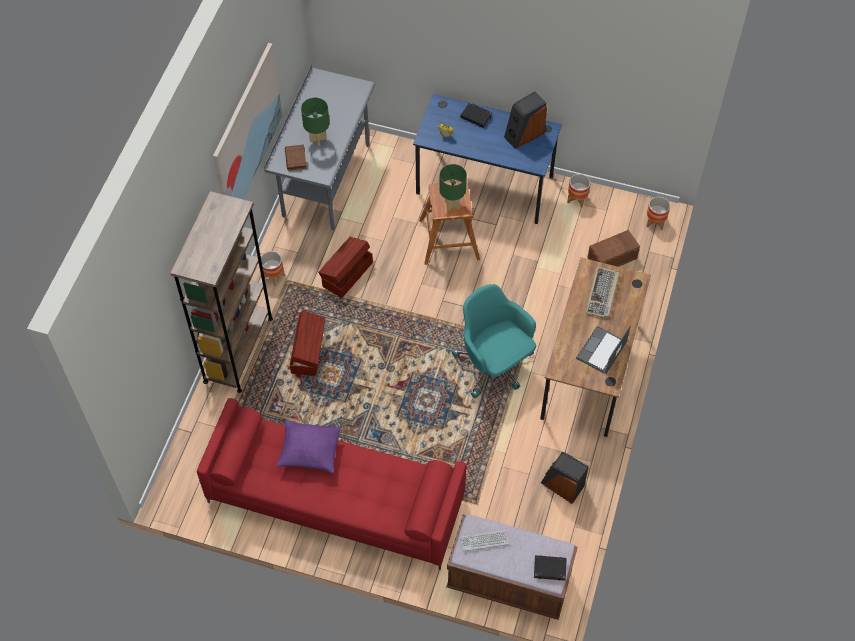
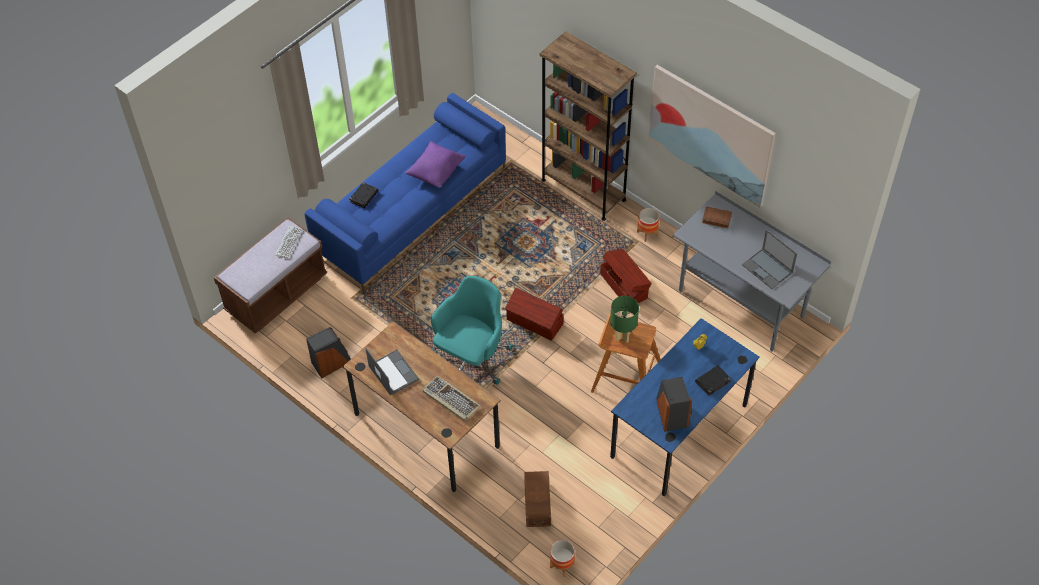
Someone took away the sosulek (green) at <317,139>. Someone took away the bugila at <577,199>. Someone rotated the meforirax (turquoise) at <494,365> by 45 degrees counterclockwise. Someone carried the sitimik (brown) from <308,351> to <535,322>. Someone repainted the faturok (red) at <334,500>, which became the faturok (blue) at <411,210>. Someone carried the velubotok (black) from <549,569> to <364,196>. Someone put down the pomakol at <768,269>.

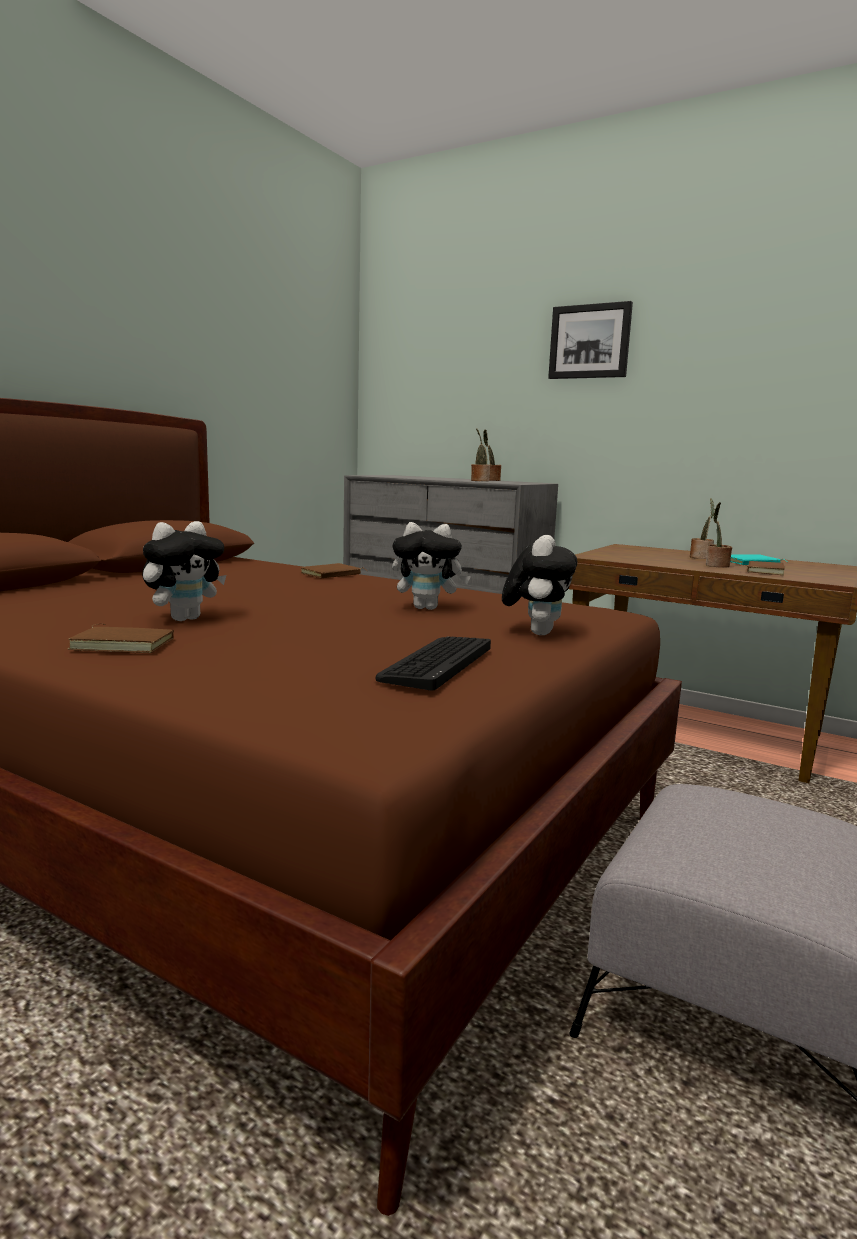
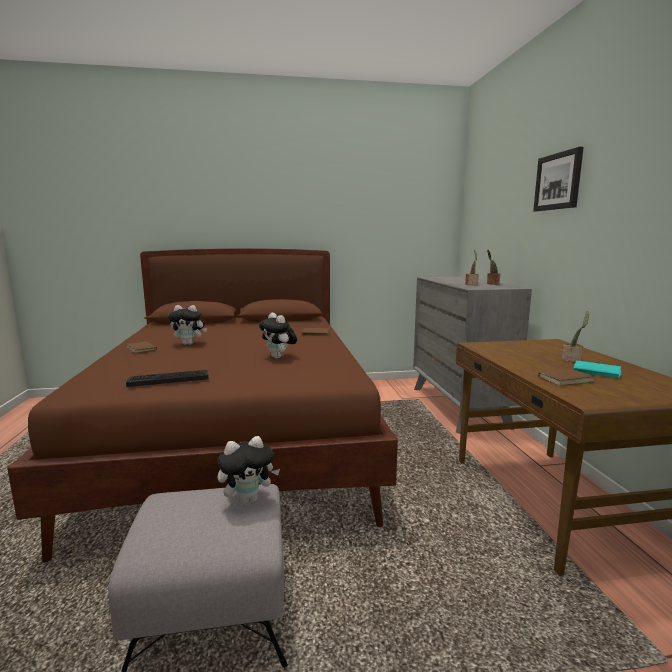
Someone took away the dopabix at <716,566>. Someone carried the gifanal from <536,632> to <248,500>.

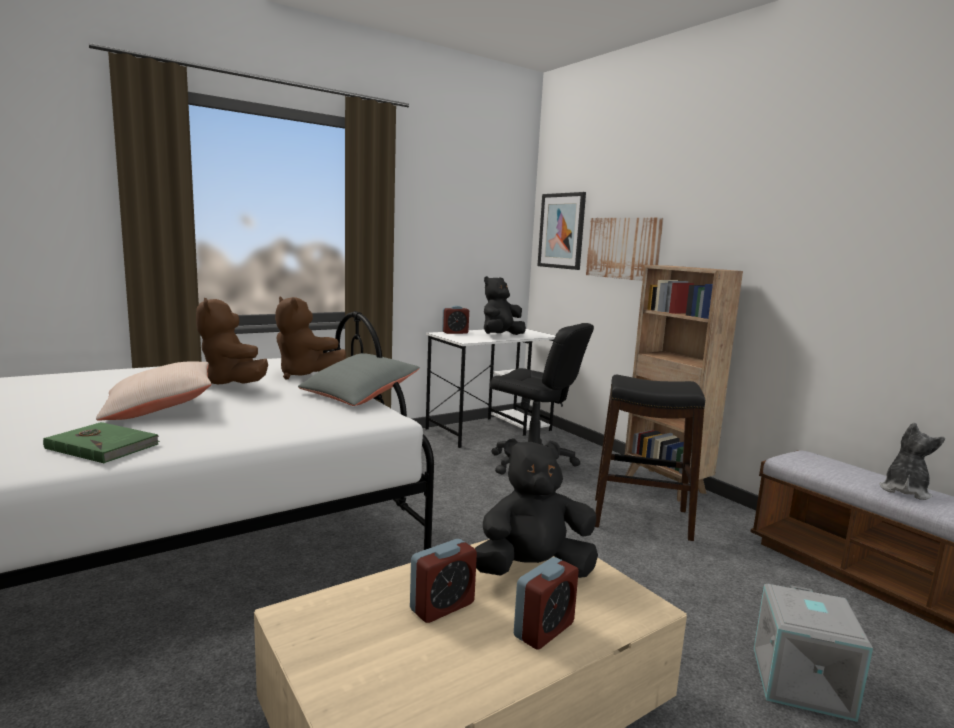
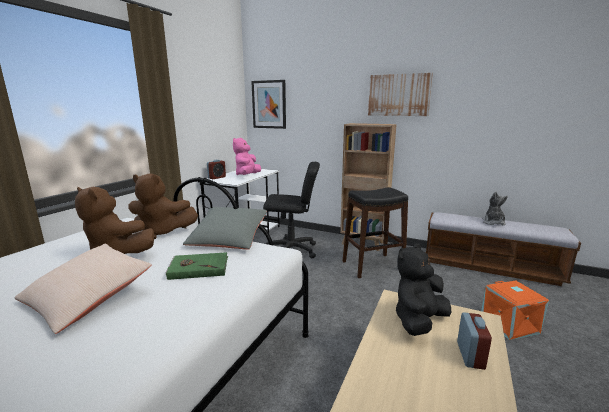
Someone carried the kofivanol from <623,248> to <399,95>. Someone repainted the gifanal (black) at <500,336>, which became the gifanal (pink) at <247,175>. Someone carried the velubotok (green) from <103,446> to <198,268>. Someone took away the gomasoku at <442,606>. Someone repainted the sitimik (grey) at <803,683>, which became the sitimik (orange) at <510,325>.

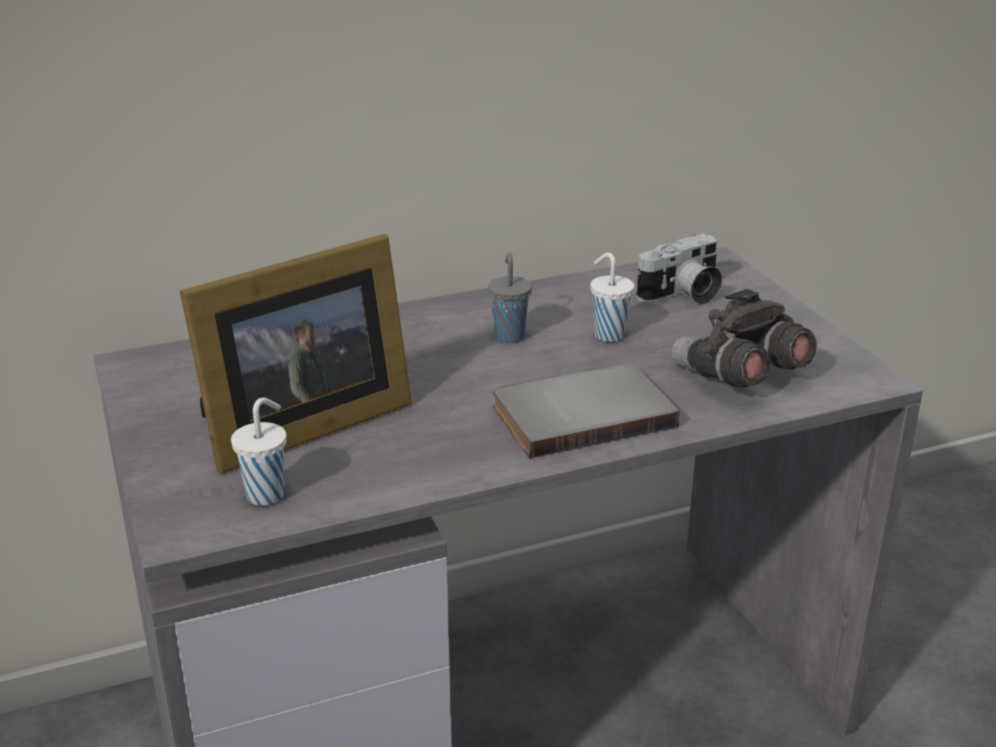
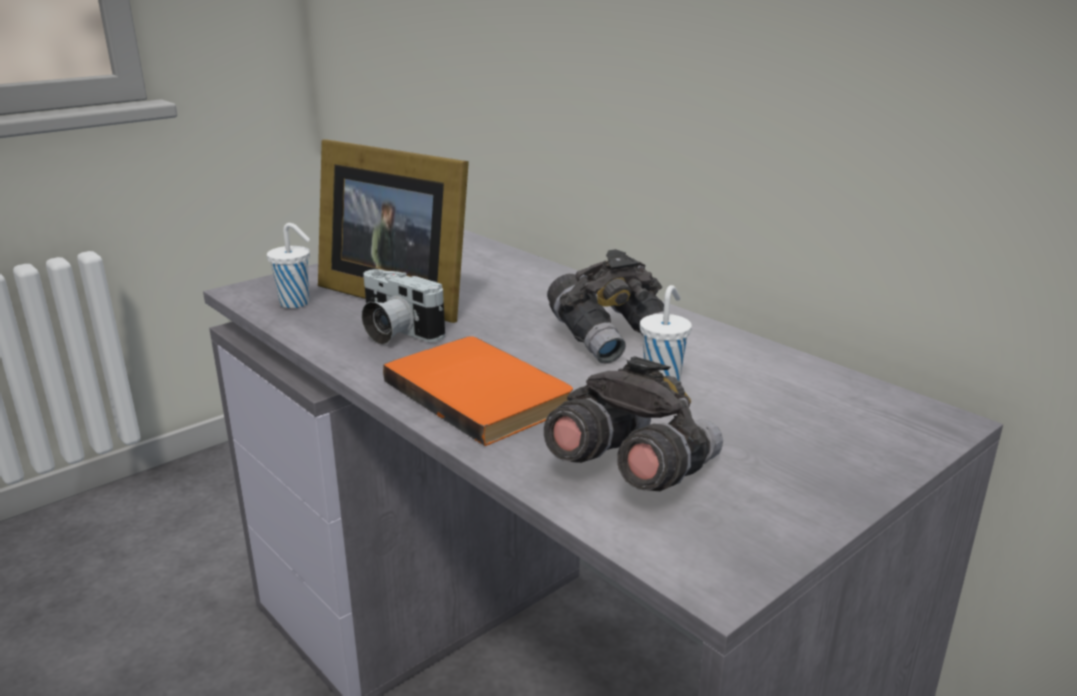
Someone carried the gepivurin from <682,295> to <395,332>. Someone swapped the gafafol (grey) at <509,335> for the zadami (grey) at <613,339>. Someone repainted the velubotok (grey) at <580,413>, which became the velubotok (orange) at <482,392>.

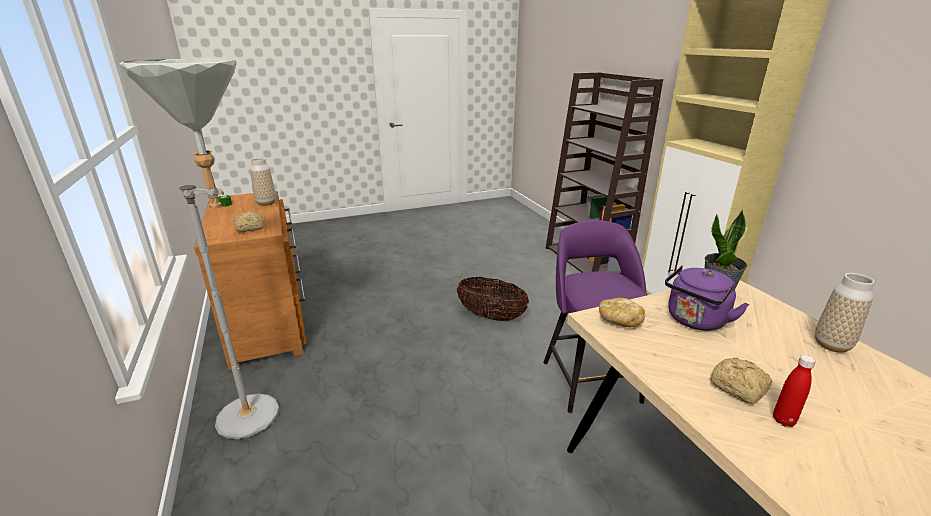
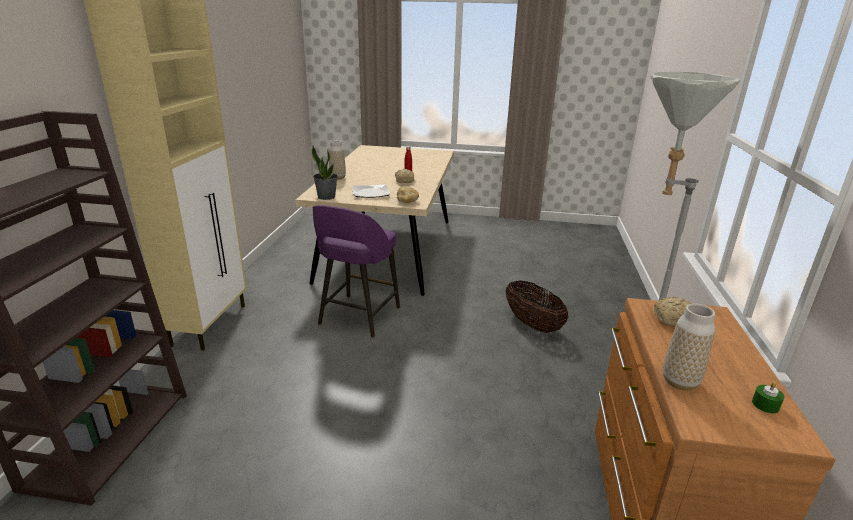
Someone swapped the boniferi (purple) at <695,321> for the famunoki at <371,193>. Someone carried the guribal from <491,316> to <532,324>.

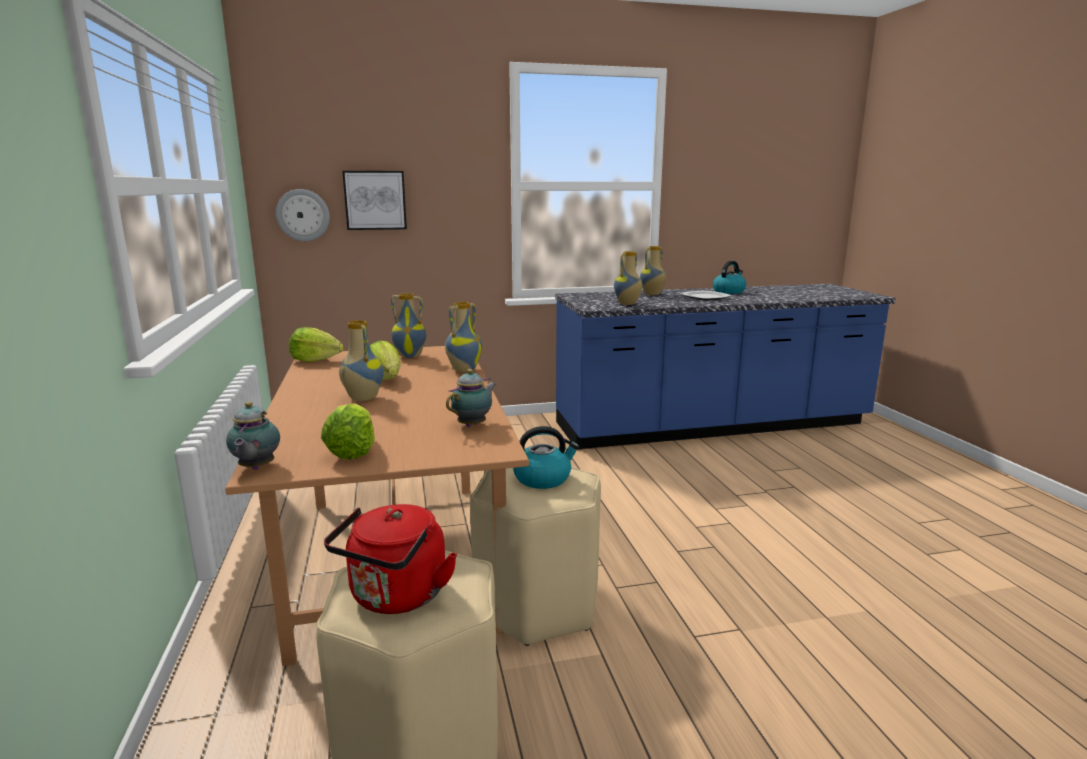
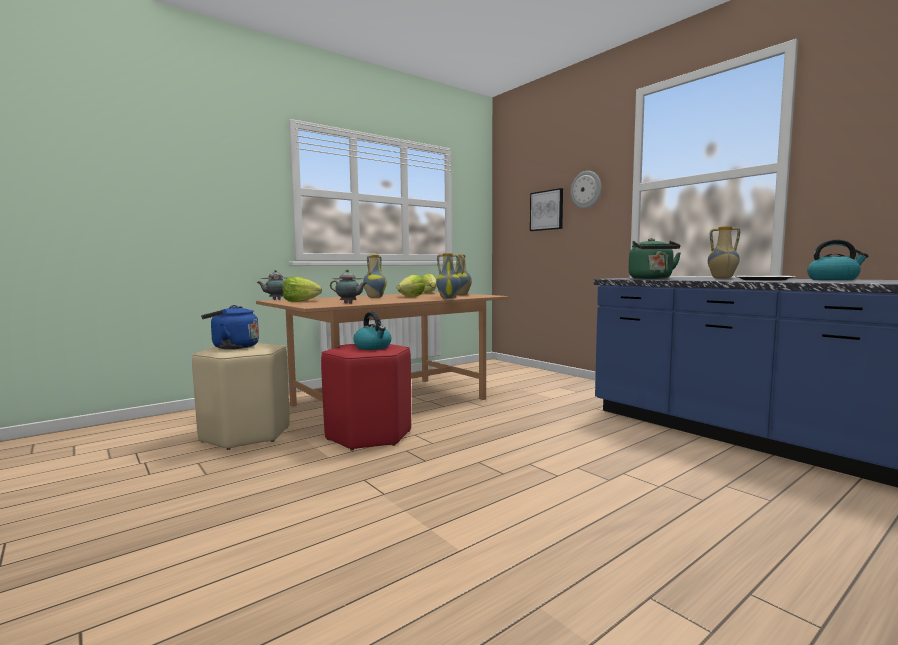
Someone carried the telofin from <303,215> to <586,189>. Someone swapped the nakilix at <628,304> for the boniferi (green) at <652,278>. Someone repainted the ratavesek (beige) at <538,605>, which became the ratavesek (red) at <368,435>. Someone repainted the boniferi (red) at <396,597>, which became the boniferi (blue) at <232,347>.

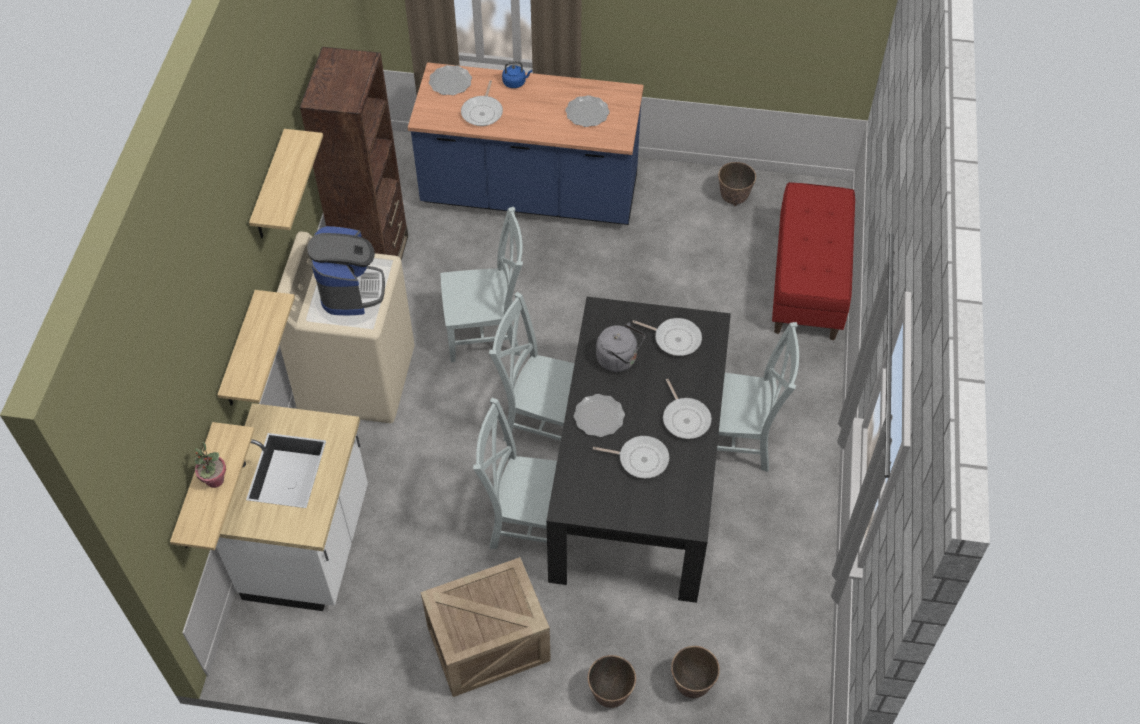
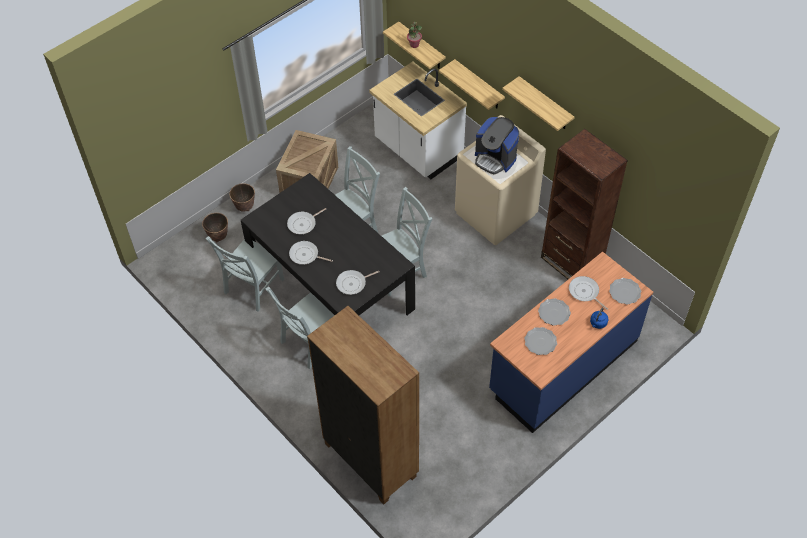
Someone took away the bugila at <733,198>. Someone swapped the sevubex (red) at <808,283> for the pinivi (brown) at <370,458>. Someone carried the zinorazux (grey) from <487,333> to <252,288>. Someone took away the boniferi (grey) at <619,359>. Someone carried the famunoki from <599,416> to <554,313>.

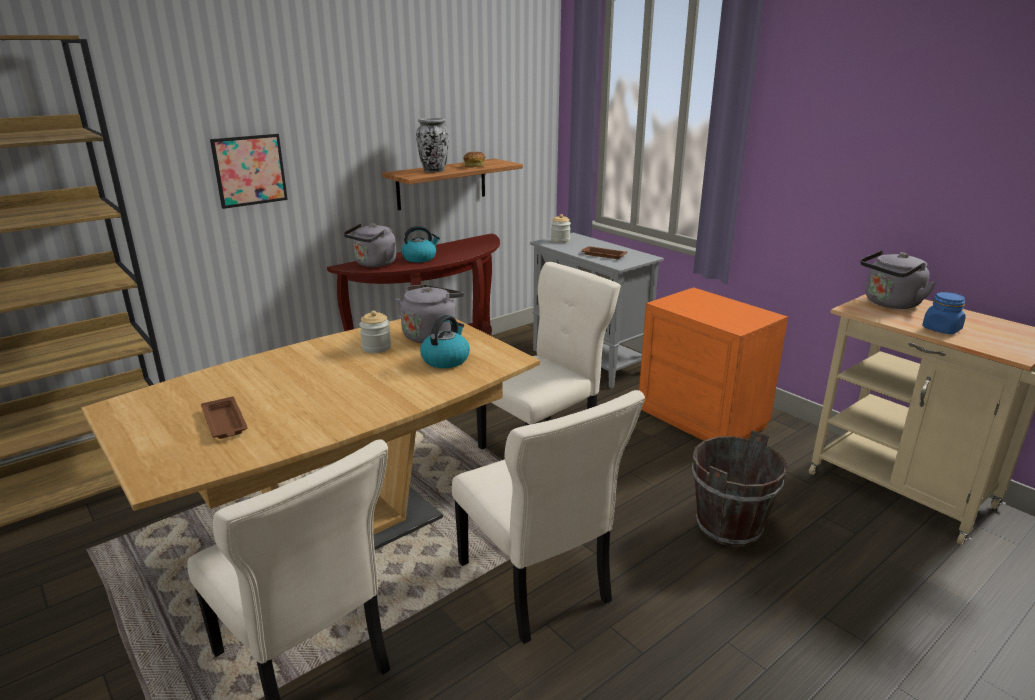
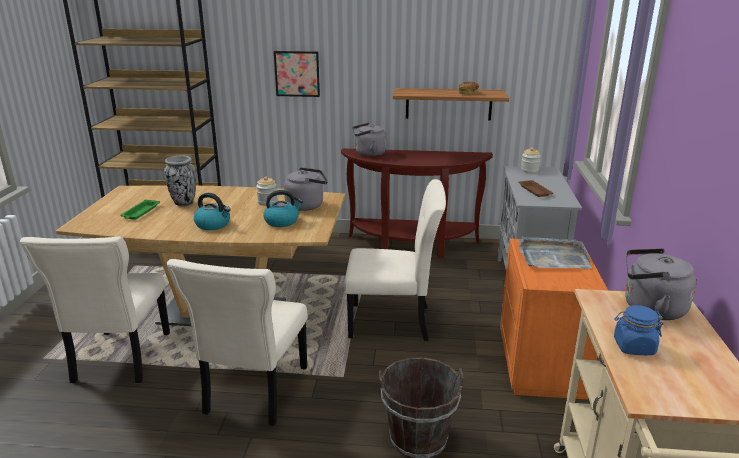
Someone carried the nakilix from <434,171> to <183,203>. Someone carried the boniferi from <420,258> to <213,224>. Someone repainted the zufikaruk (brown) at <225,423>, which became the zufikaruk (green) at <140,212>. Someone put down the zufikaruk (grey) at <552,256>.

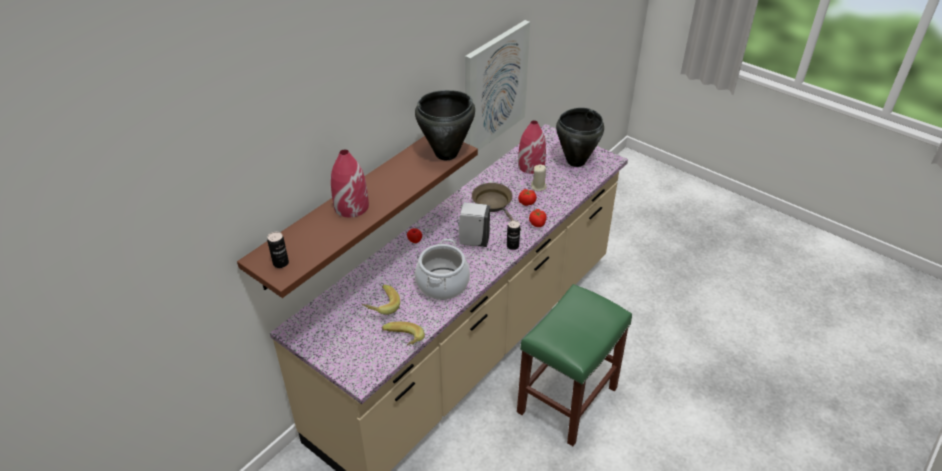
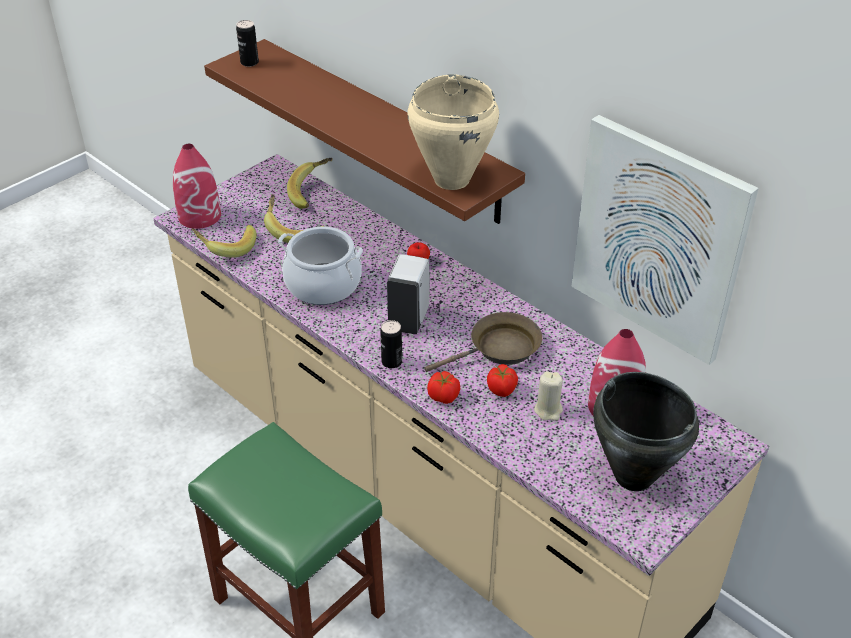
Someone repainted the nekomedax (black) at <446,154>, which became the nekomedax (beige) at <451,180>. Someone carried the nakilix (red) from <351,206> to <200,216>. Someone put down the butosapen at <313,193>.

